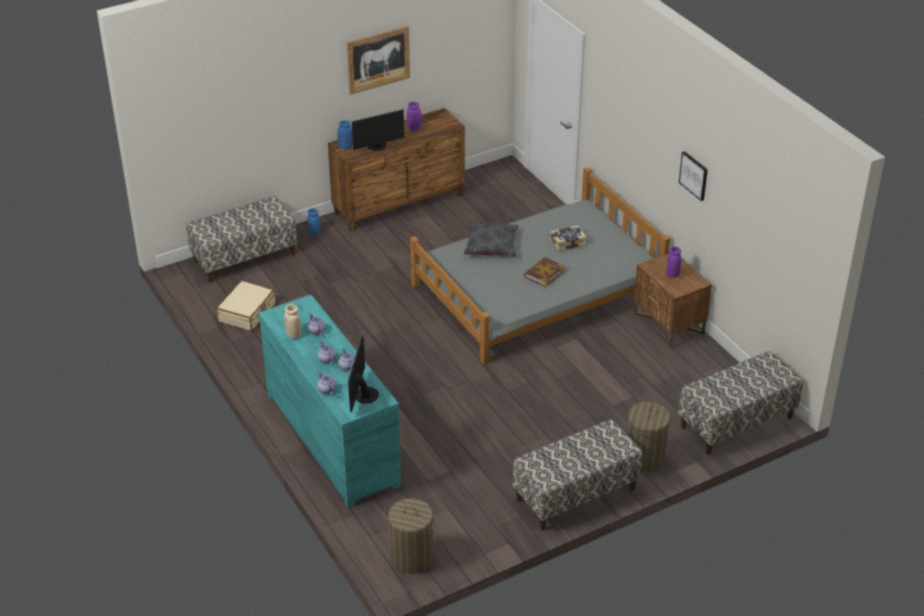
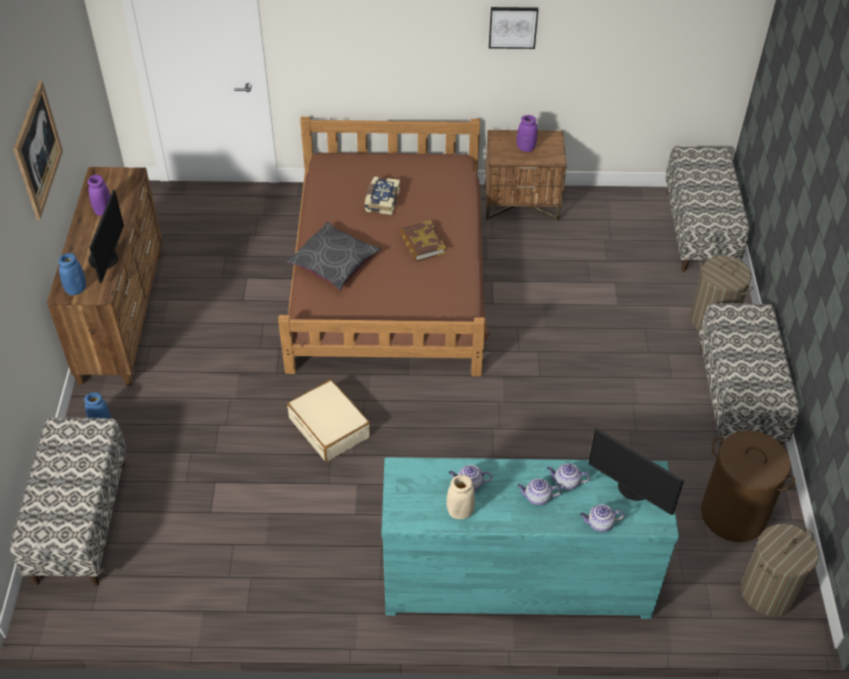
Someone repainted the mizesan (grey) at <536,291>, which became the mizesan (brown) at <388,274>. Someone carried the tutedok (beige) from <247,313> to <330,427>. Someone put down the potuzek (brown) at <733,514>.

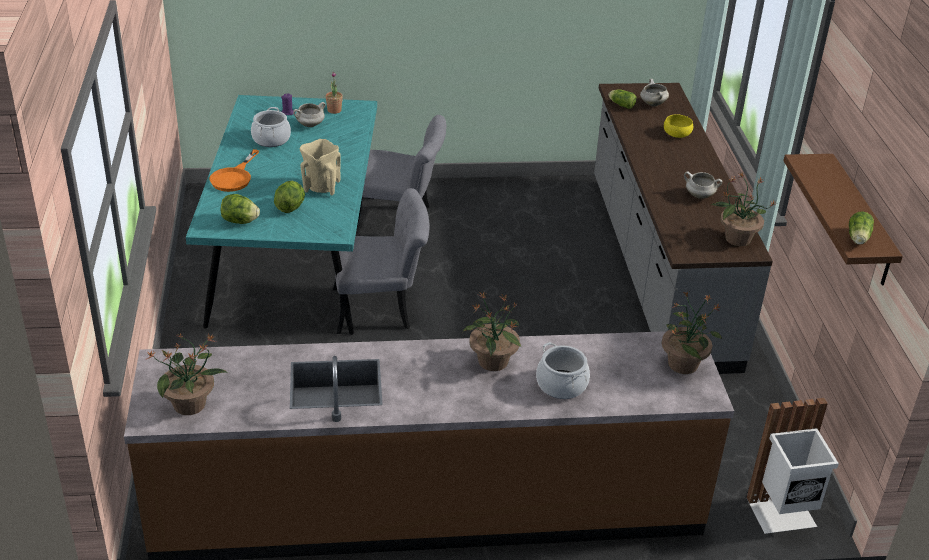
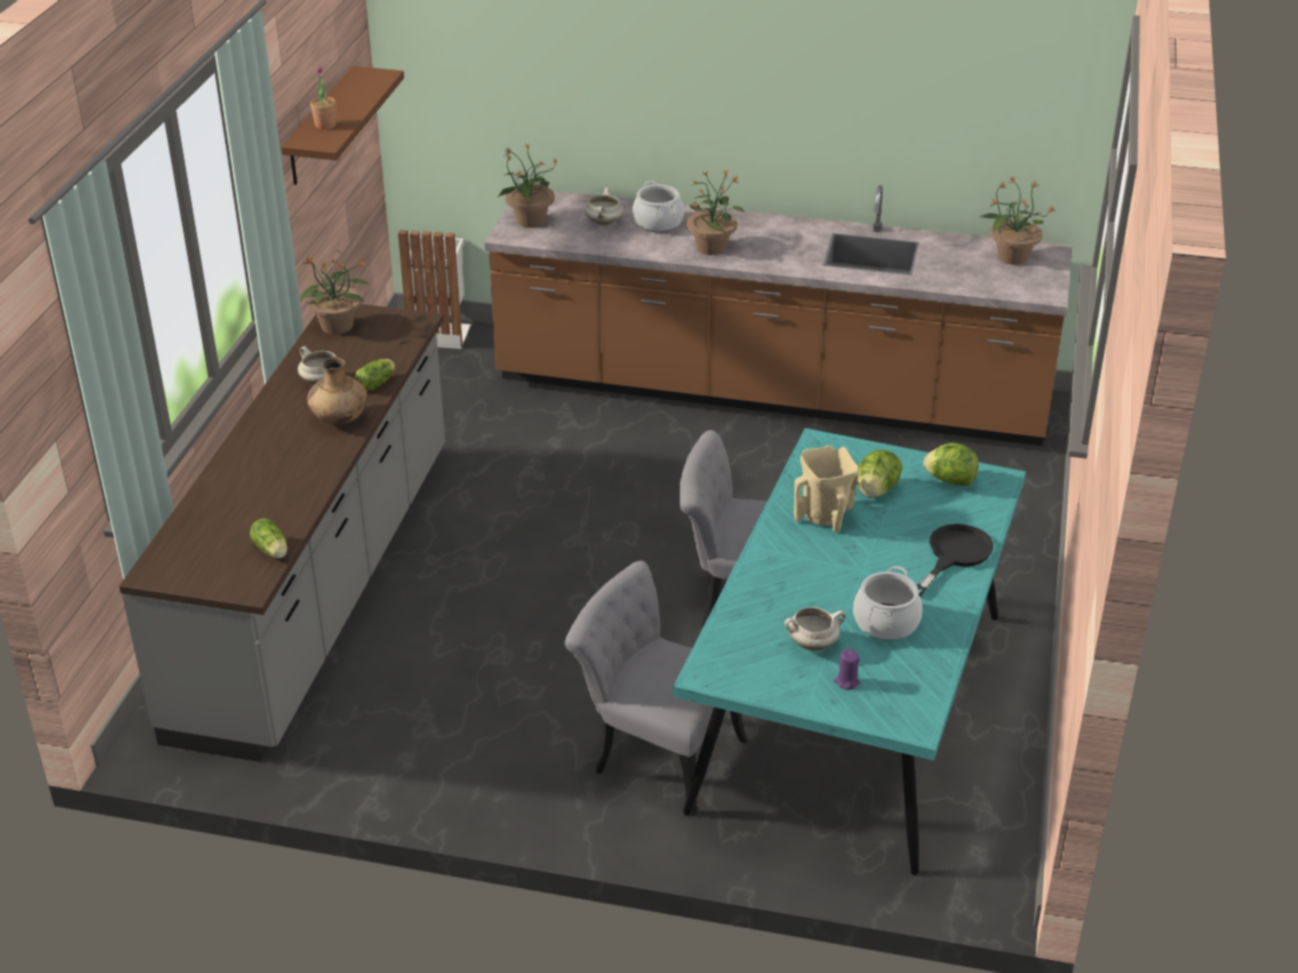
Someone carried the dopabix from <334,110> to <325,125>. Someone carried the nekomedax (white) from <652,104> to <604,223>. Someone took away the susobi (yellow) at <677,133>. Someone repainted the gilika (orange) at <234,177>, which became the gilika (black) at <954,555>. Someone carried the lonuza from <858,239> to <377,383>. Someone put down the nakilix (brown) at <339,419>.

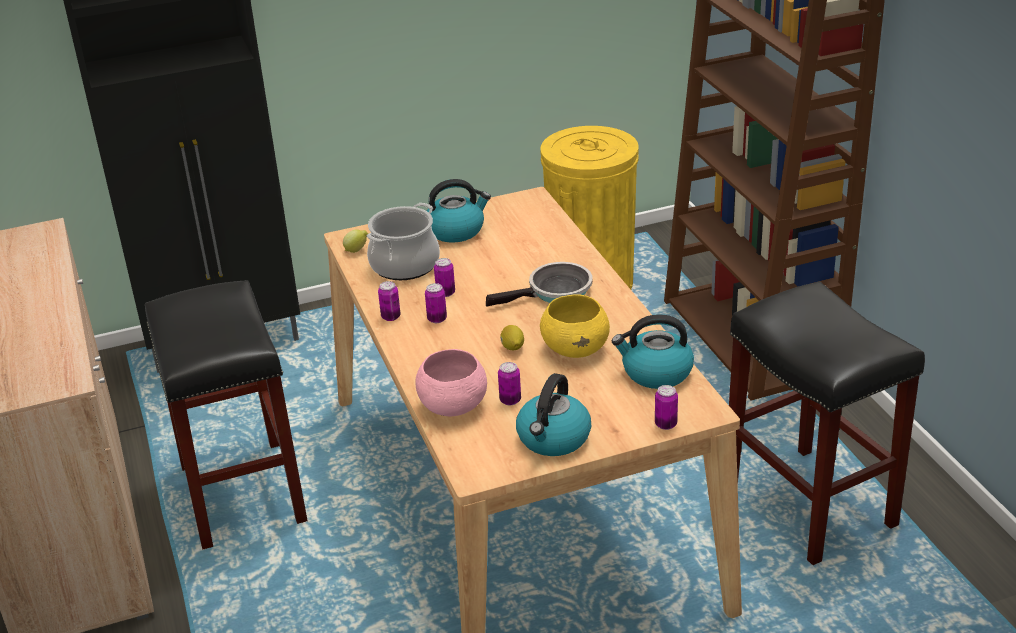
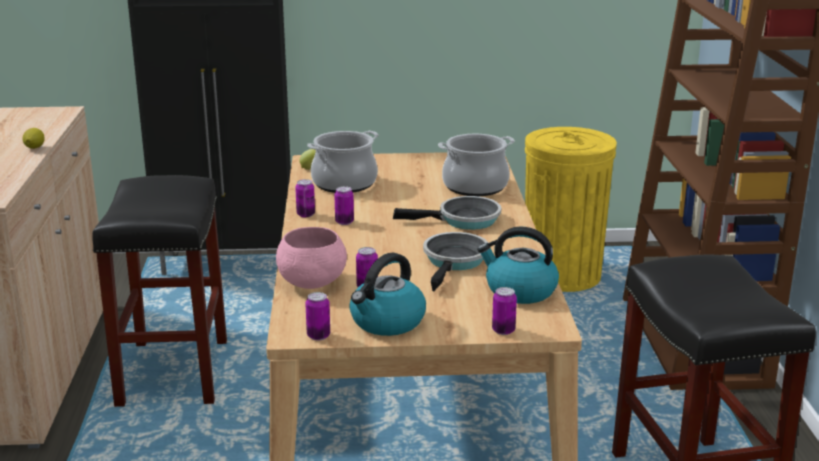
Someone took away the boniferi at <456,230>. Someone carried the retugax from <445,293> to <318,336>. Someone swapped the susobi (yellow) at <576,349> for the gilika at <455,261>. Someone carried the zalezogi from <512,348> to <34,148>. Someone put down the nekomedax at <475,187>.

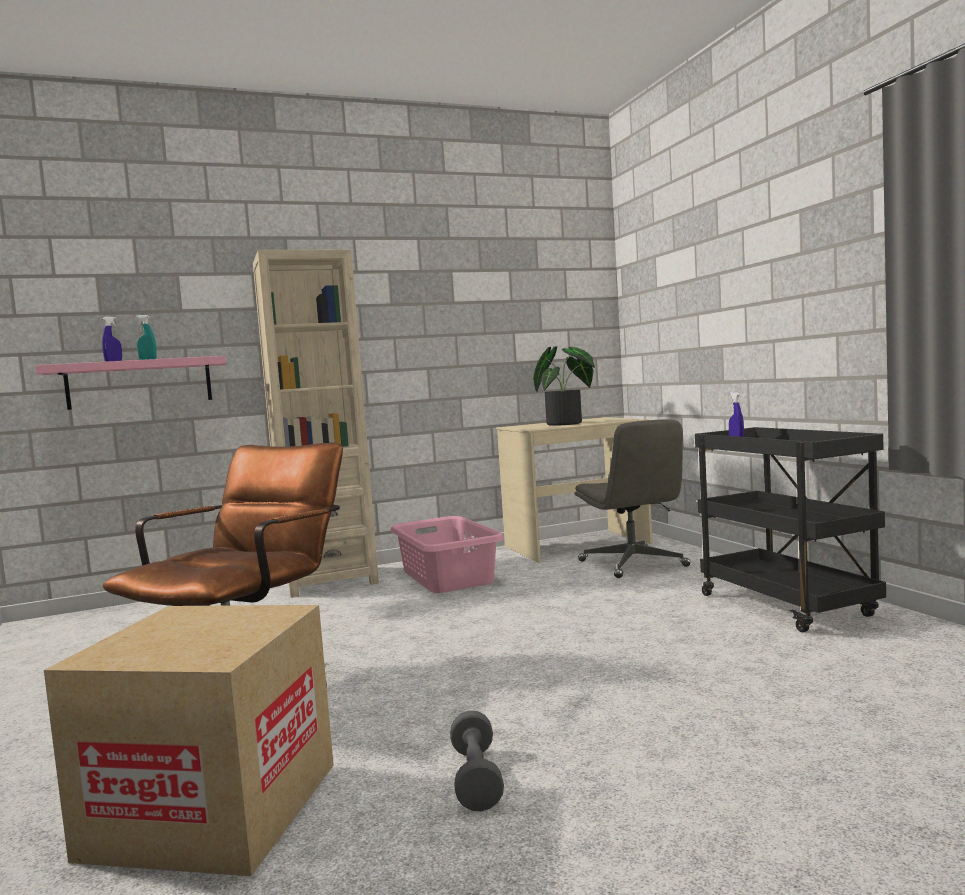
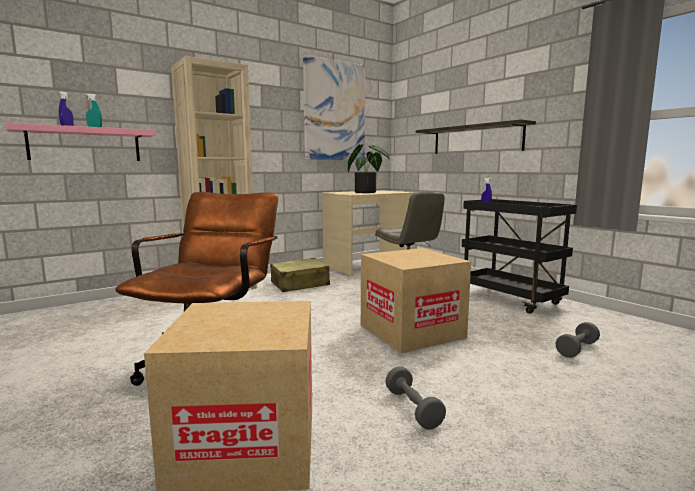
Someone swapped the potuzek (pink) at <448,577> for the tutedok (beige) at <300,284>. Someone put up the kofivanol at <334,111>. Someone put up the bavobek at <476,139>. Someone put down the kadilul at <411,331>. Someone put down the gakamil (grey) at <577,349>.

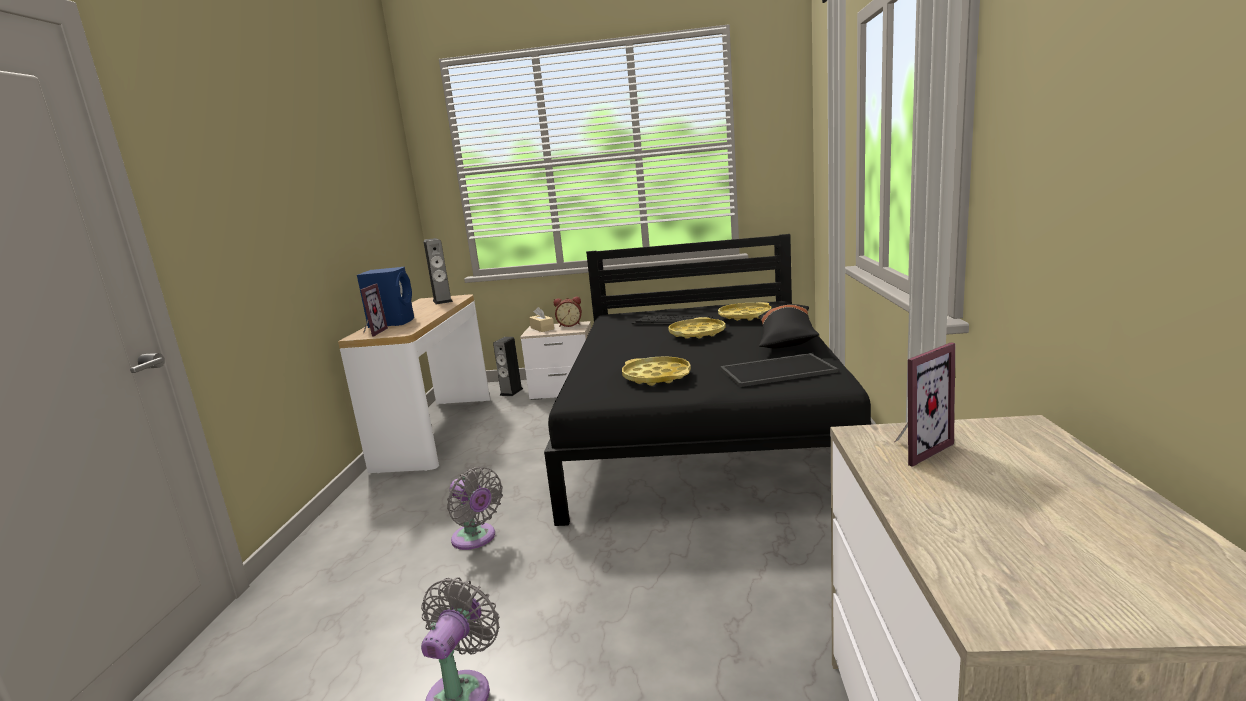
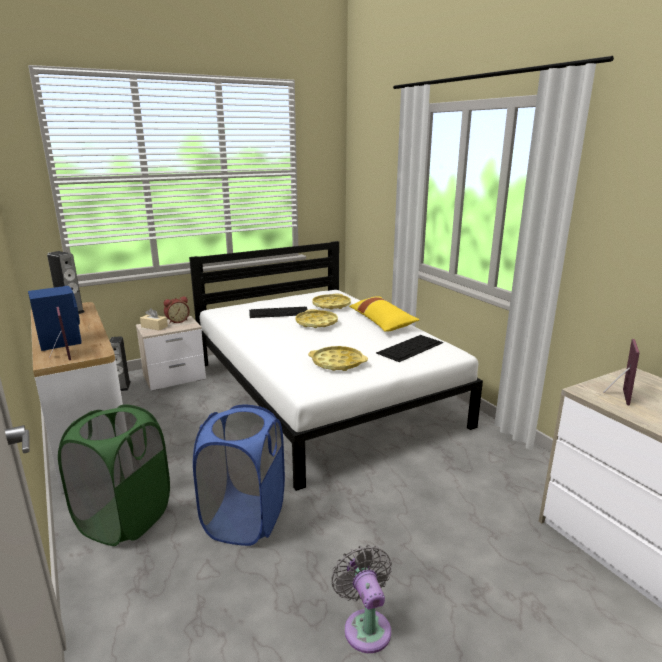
Someone repainted the mizesan (black) at <702,429>, which became the mizesan (white) at <322,392>. Someone repainted the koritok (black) at <786,338>, which became the koritok (yellow) at <382,322>. Someone swapped the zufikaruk at <777,370> for the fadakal at <410,347>. Someone swapped the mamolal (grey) at <476,539> for the potuzek (blue) at <245,519>. Someone put down the potuzek (green) at <125,519>.

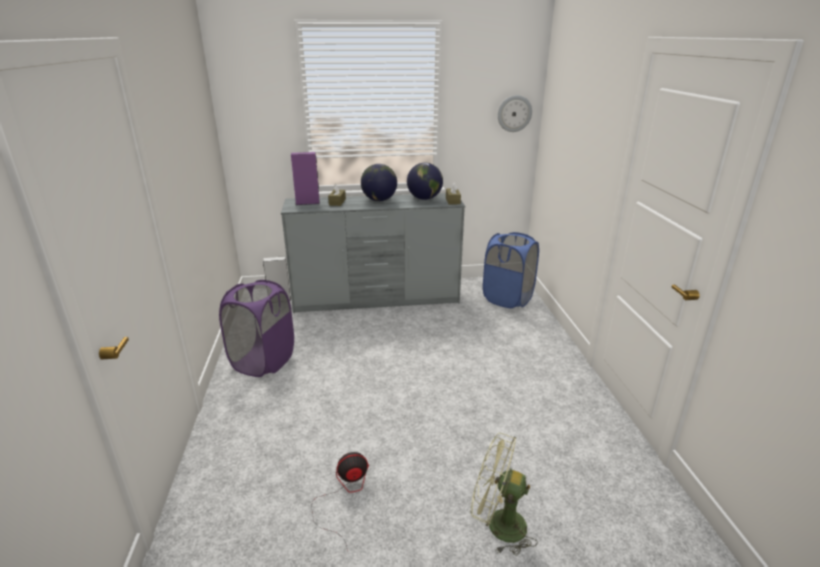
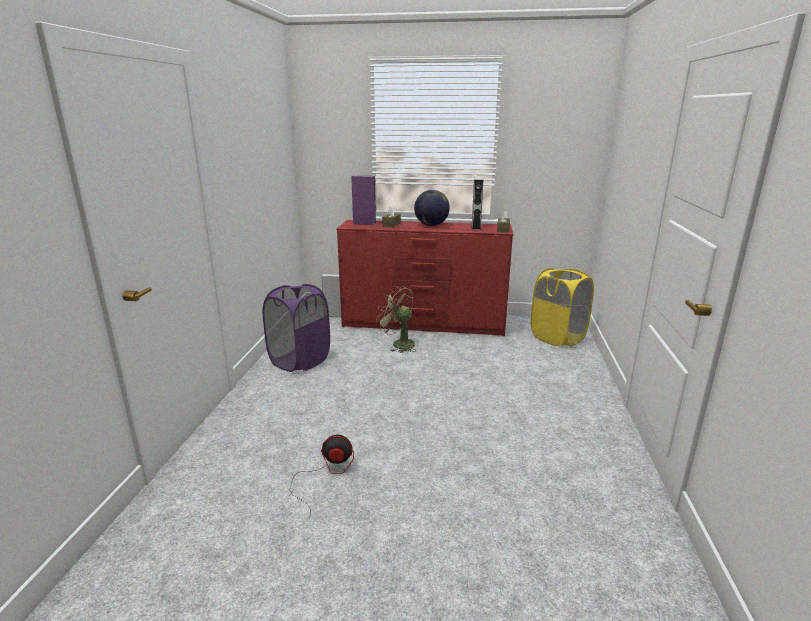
Someone took away the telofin at <514,113>. Someone swapped the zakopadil at <424,199> for the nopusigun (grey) at <476,227>. Someone repainted the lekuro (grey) at <377,299>, which became the lekuro (red) at <424,324>. Someone repainted the potuzek (blue) at <508,298>, which became the potuzek (yellow) at <558,337>. Someone carried the mamolal (green) from <497,525> to <398,344>.

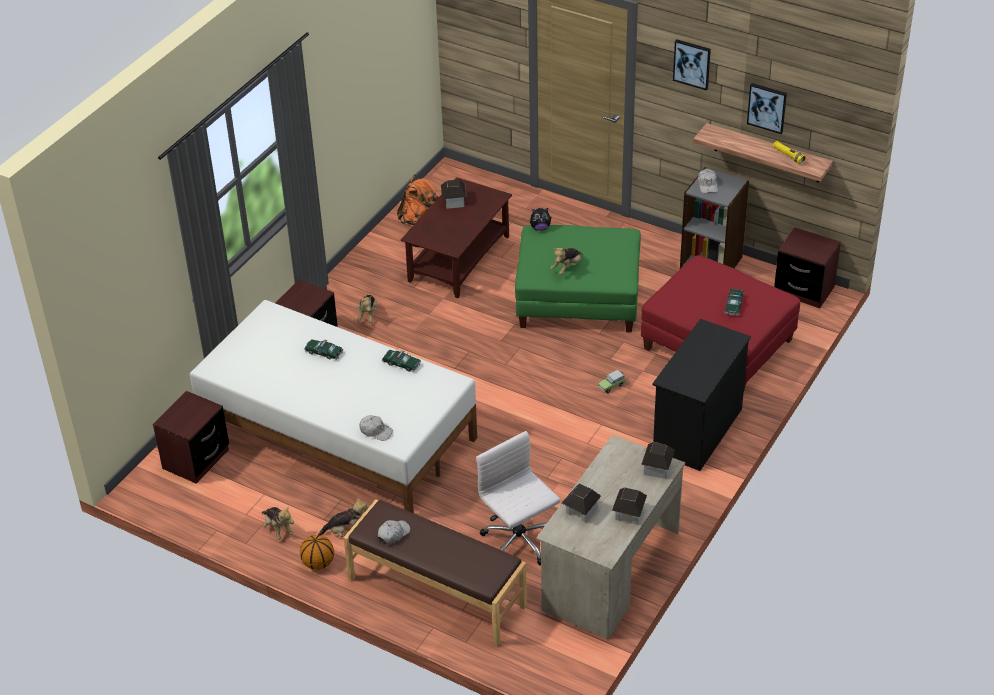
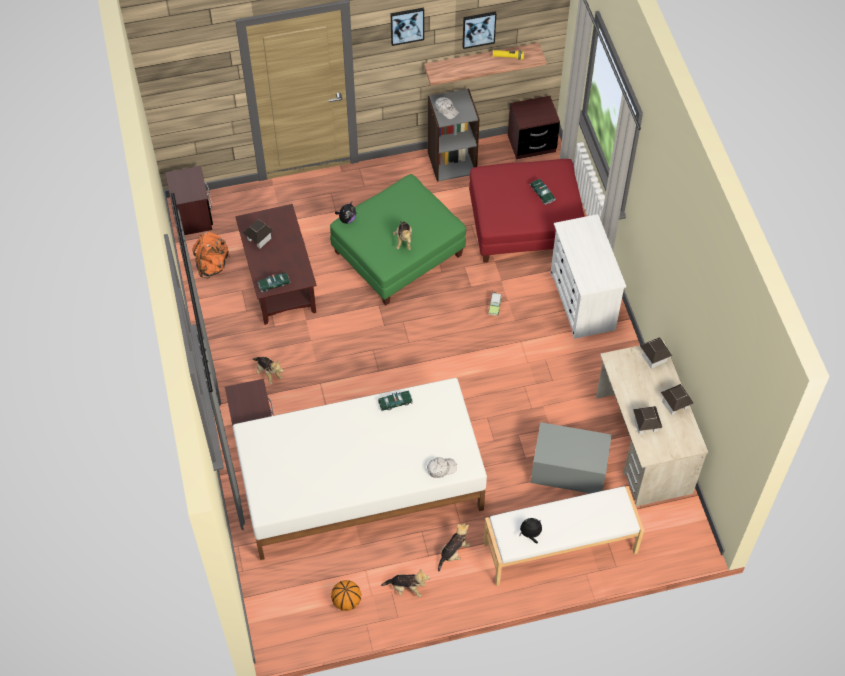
Someone repainted the lekuro (black) at <697,431>, which became the lekuro (white) at <582,301>. Someone carried the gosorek from <324,352> to <274,284>. Someone carried the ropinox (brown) from <196,459> to <192,216>. Someone swapped the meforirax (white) at <520,542> for the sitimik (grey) at <568,469>. Someone repainted the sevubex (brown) at <436,593>, which became the sevubex (white) at <560,548>. Someone swapped the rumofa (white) at <393,534> for the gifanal at <530,534>. Someone carried the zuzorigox from <318,563> to <346,601>.

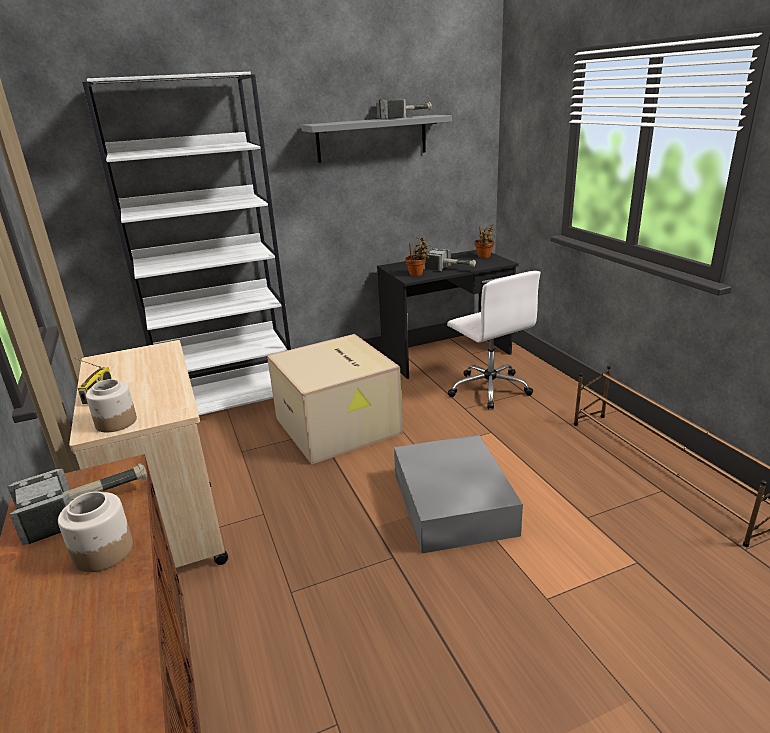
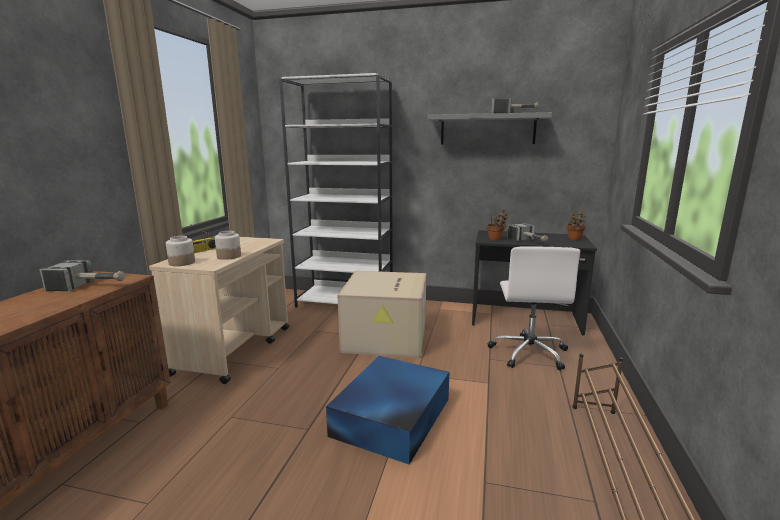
Someone repainted the sitimik (grey) at <452,505>, which became the sitimik (blue) at <390,417>. Someone carried the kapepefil from <102,552> to <229,256>.

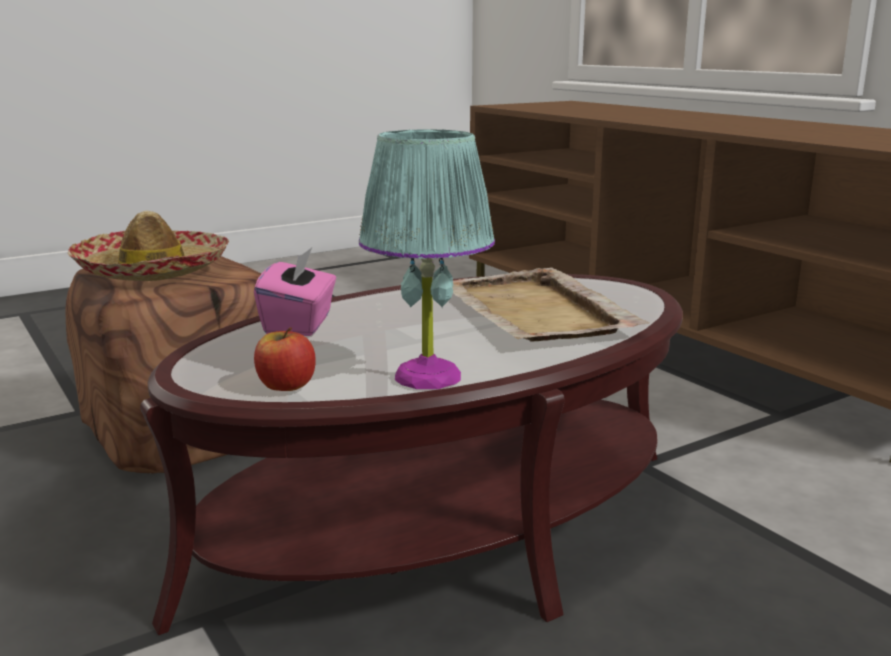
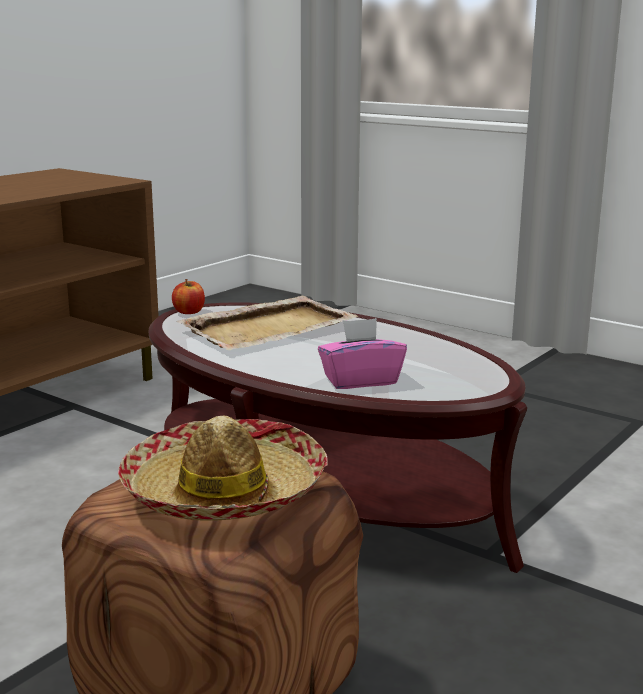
Someone took away the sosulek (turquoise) at <426,376>. Someone carried the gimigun from <286,386> to <189,312>.

